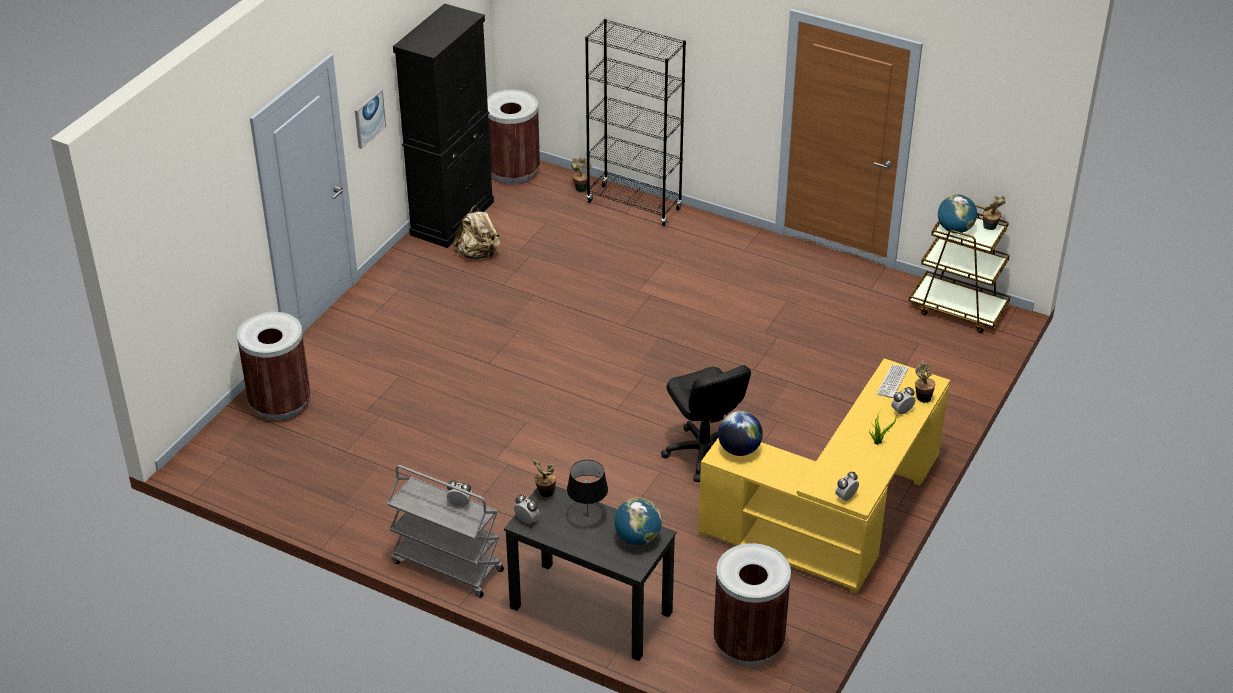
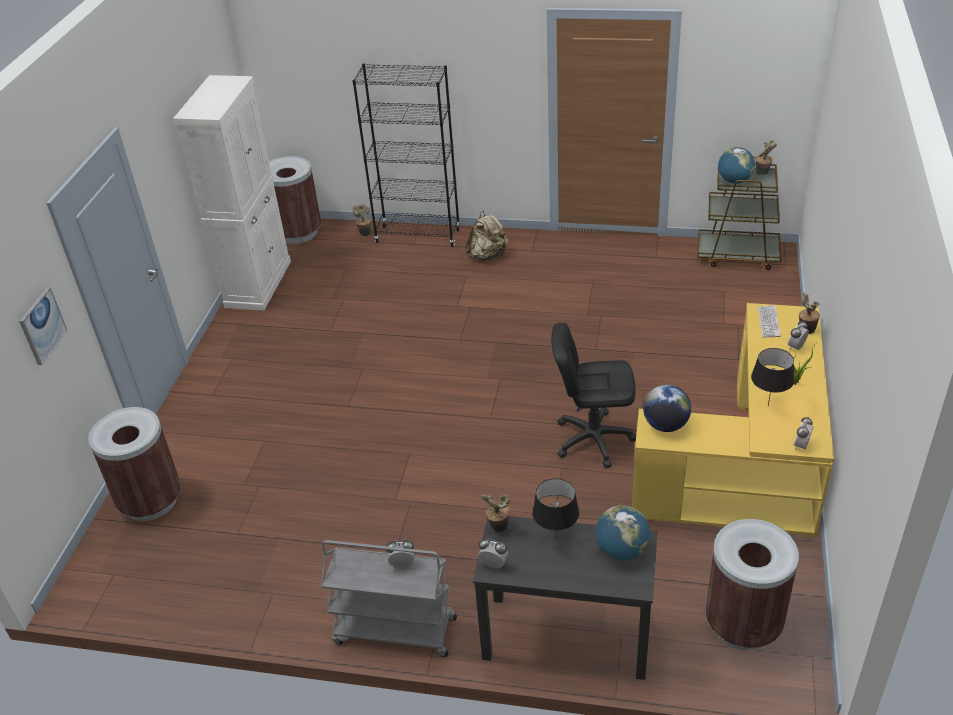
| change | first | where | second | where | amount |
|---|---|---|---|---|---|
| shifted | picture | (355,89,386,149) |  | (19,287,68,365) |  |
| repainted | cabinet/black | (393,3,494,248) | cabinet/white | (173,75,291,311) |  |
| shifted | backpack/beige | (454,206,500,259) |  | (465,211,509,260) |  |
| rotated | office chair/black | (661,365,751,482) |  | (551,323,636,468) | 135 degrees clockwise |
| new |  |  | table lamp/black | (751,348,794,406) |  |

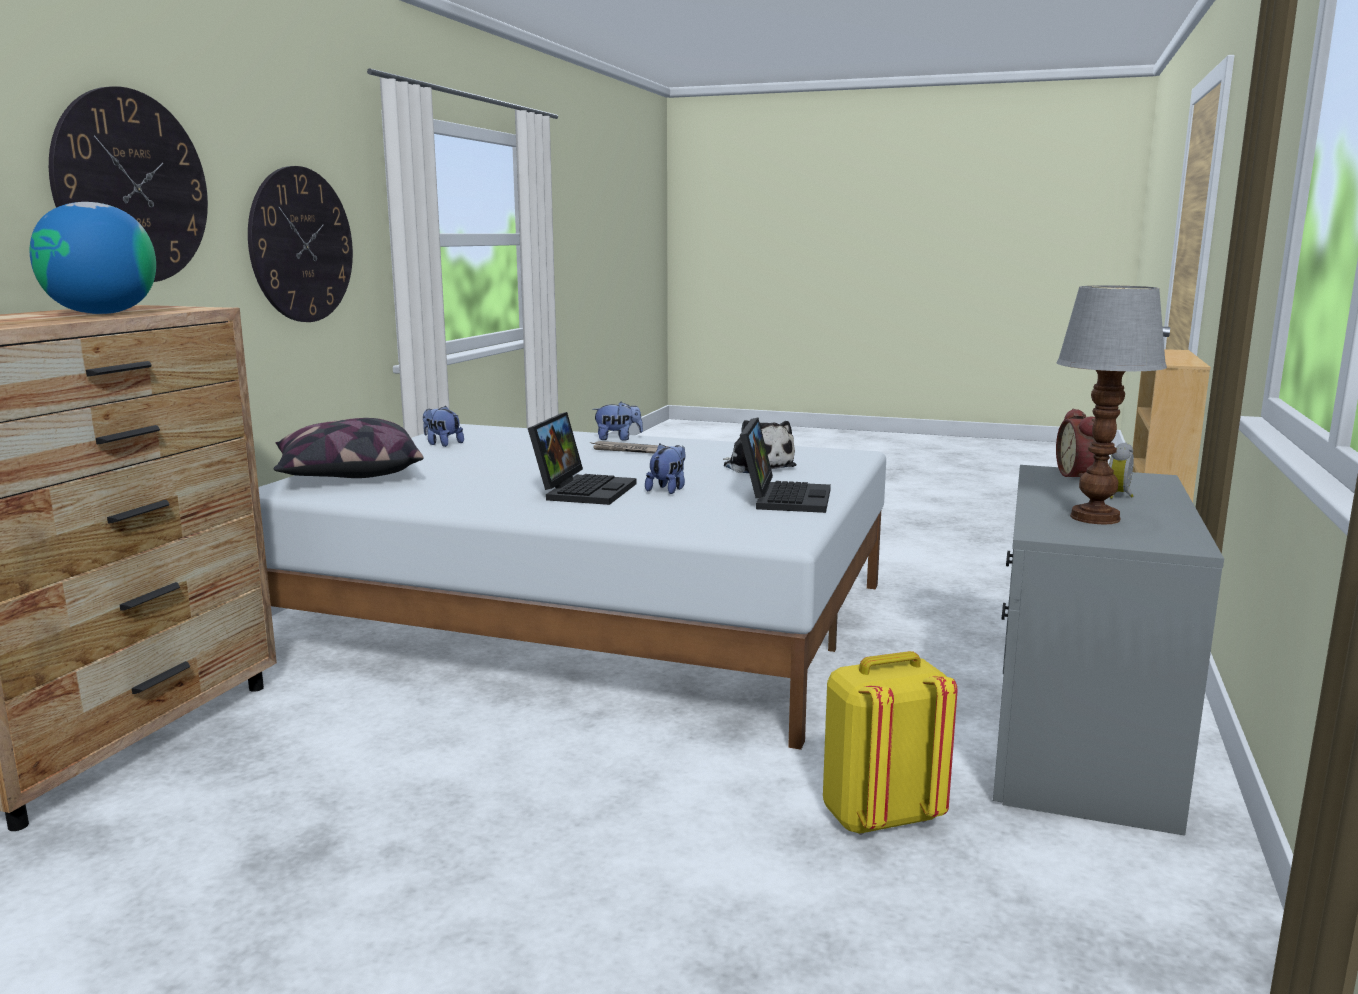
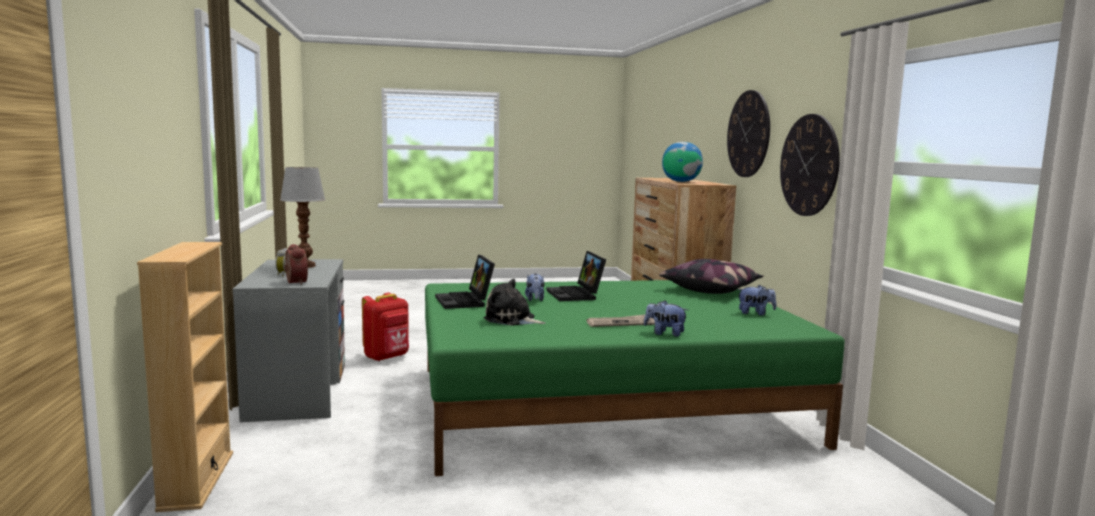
| change | first | where | second | where | amount |
|---|---|---|---|---|---|
| repainted | bed/white | (258,424,886,750) | bed/green | (425,280,845,476) |  |
| rotated | plush toy | (592,402,643,441) |  | (644,300,688,337) | 60 degrees clockwise |
| repainted | backpack/yellow | (823,651,957,835) | backpack/red | (362,292,409,361) |  |

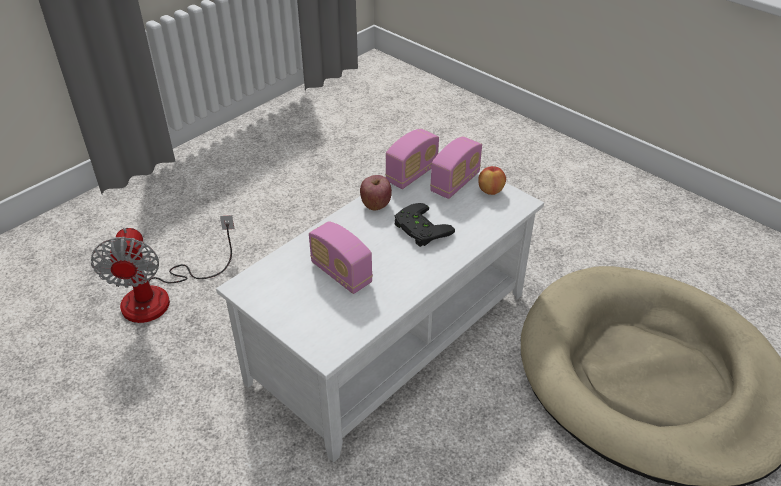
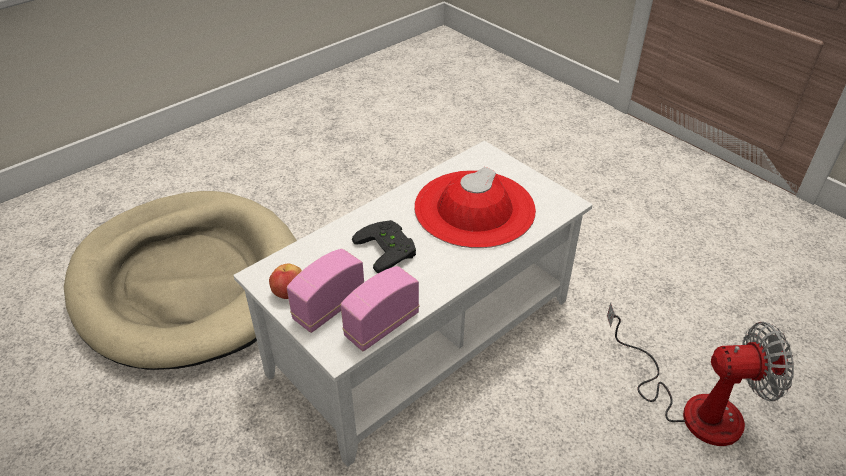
| change | first | where | second | where | amount |
|---|---|---|---|---|---|
| rotated | fan | (91,215,235,323) |  | (607,302,794,446) | 90 degrees clockwise |
| swapped | radio | (309,221,373,294) | hat/red | (414,167,536,248) |  |
| gone | apple | (360,175,392,211) |  |  |  |

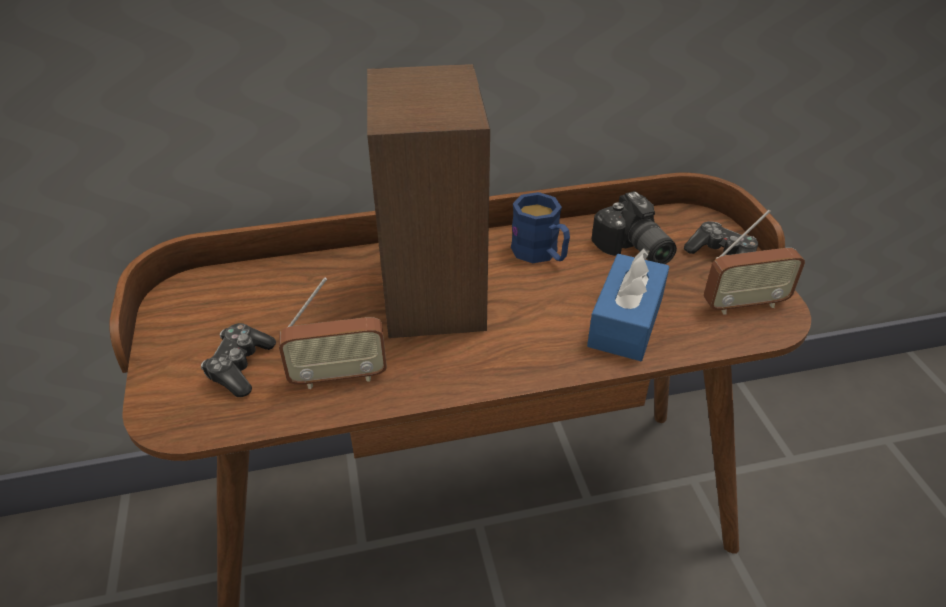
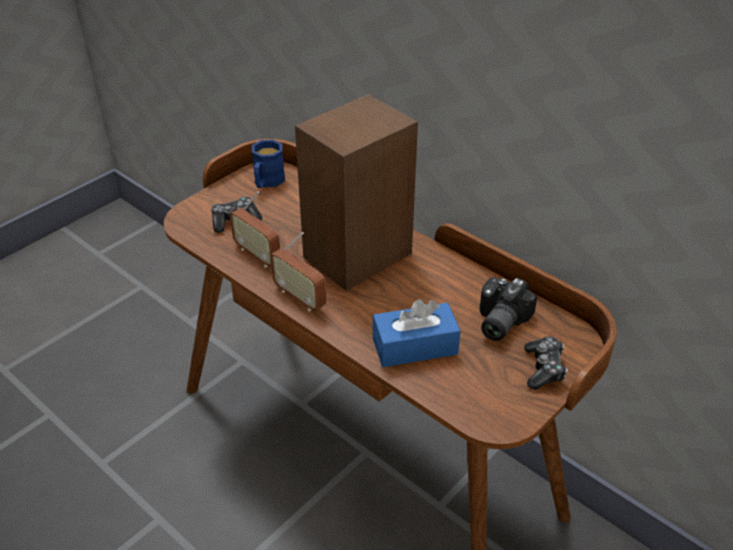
| change | first | where | second | where | amount |
|---|---|---|---|---|---|
| shifted | mug/blue | (511,192,570,263) |  | (252,139,285,188) |  |
| shifted | radio | (704,210,805,315) |  | (270,232,326,311) |  |

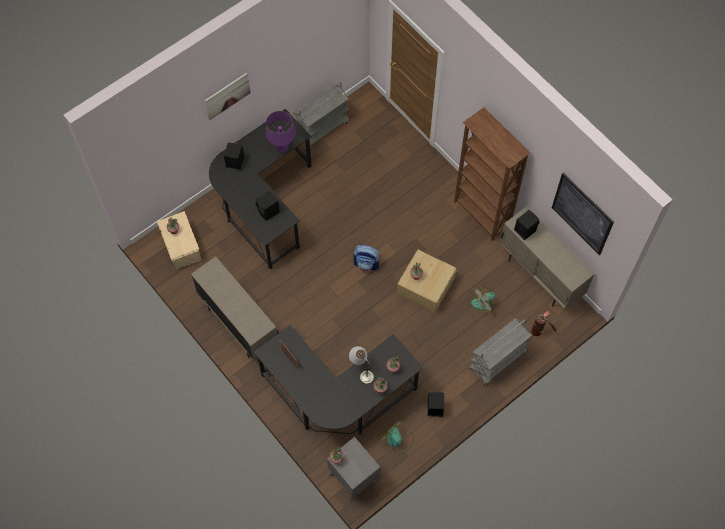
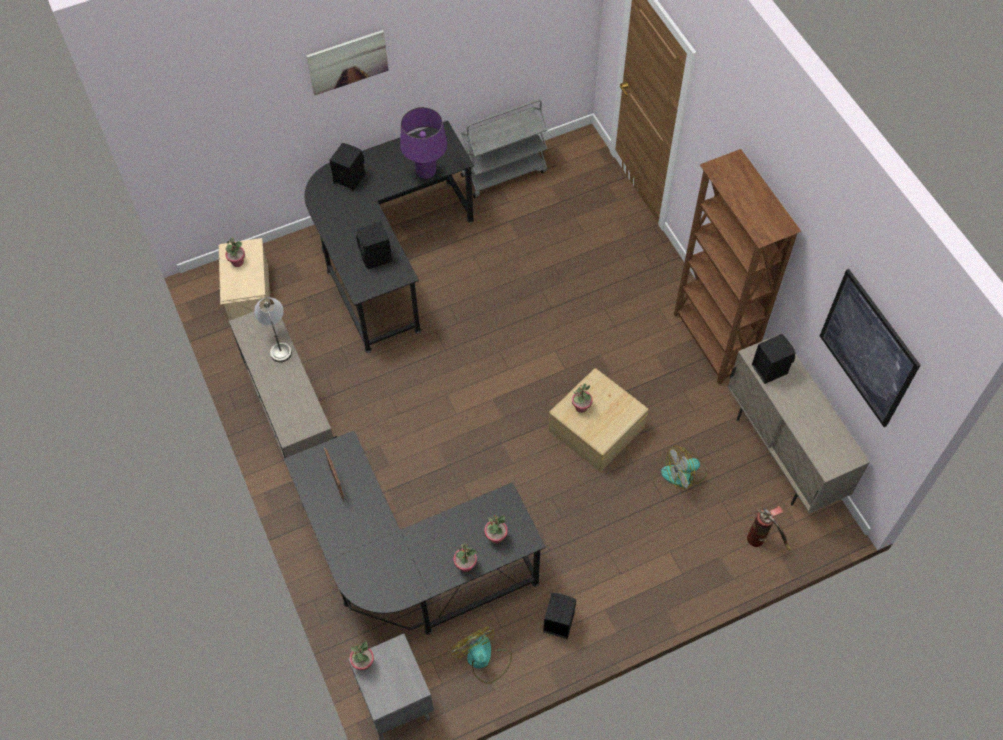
| change | first | where | second | where | amount |
|---|---|---|---|---|---|
| shifted | table lamp/grey | (349,346,374,384) |  | (254,297,292,362) |  |
| gone | backpack | (353,244,380,271) |  |  |  |
| gone | cart/grey | (469,318,532,386) |  |  |  |

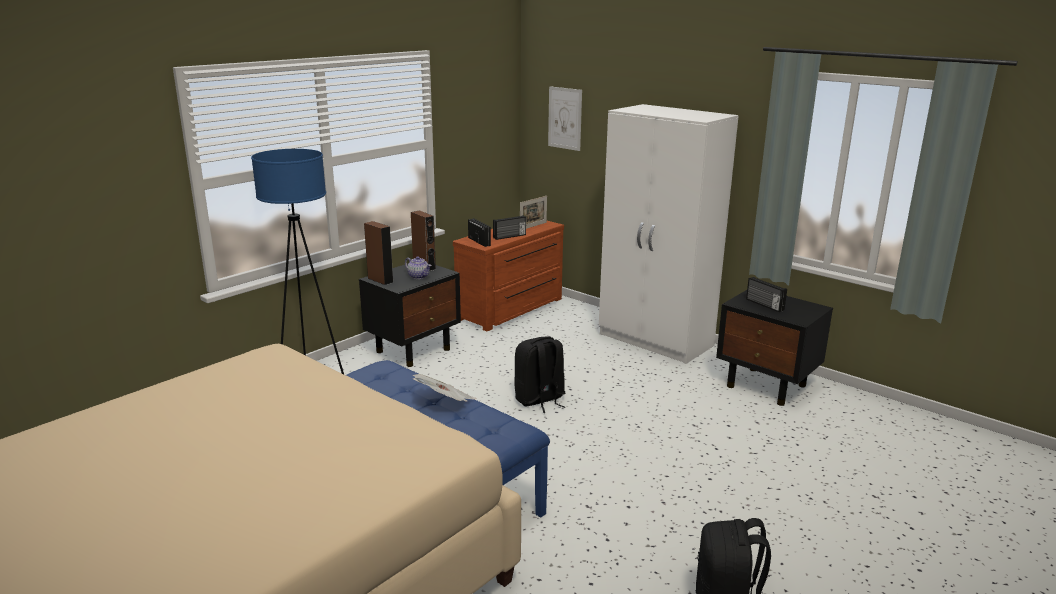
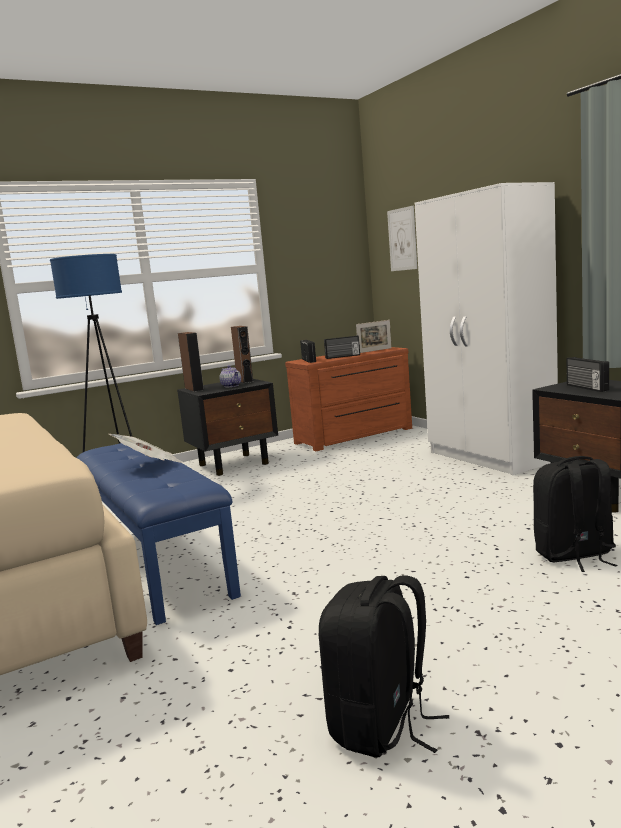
| change | first | where | second | where | amount |
|---|---|---|---|---|---|
| shifted | backpack/black | (515,336,566,413) |  | (533,456,618,572) |  |

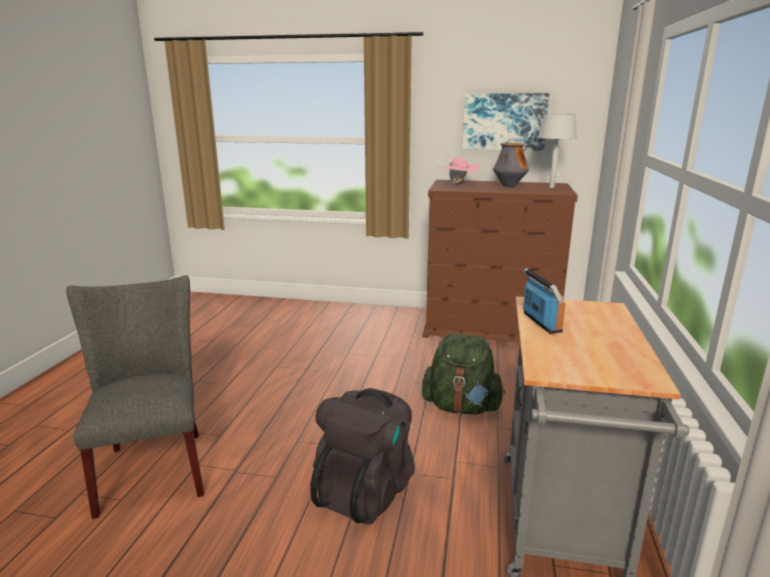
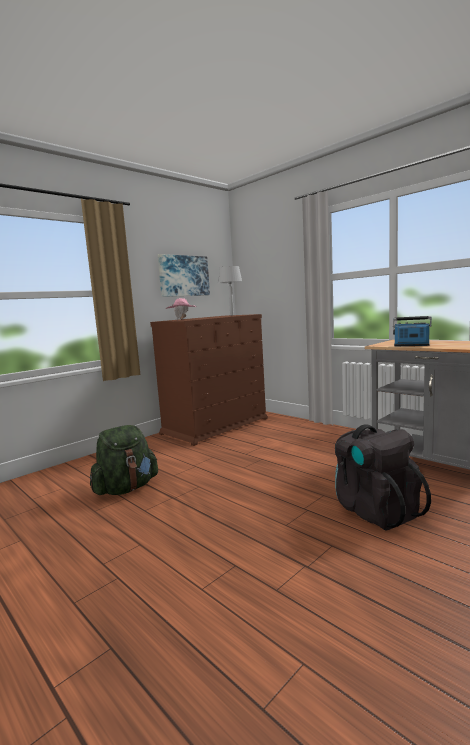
| change | first | where | second | where | amount |
|---|---|---|---|---|---|
| gone | chair/grey | (66,275,204,519) |  |  |  |
| shifted | backpack/green | (422,334,505,415) |  | (90,425,158,495) |  |
| gone | vase | (493,143,529,187) |  |  |  |

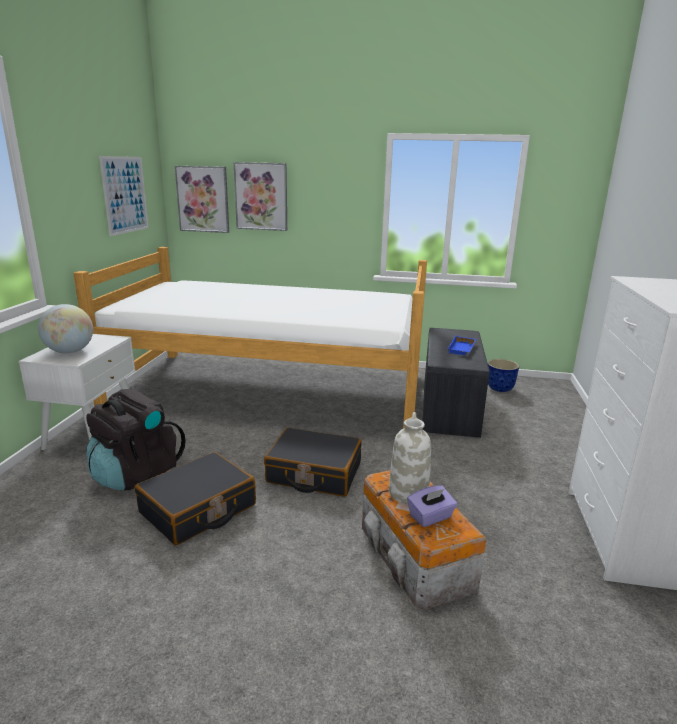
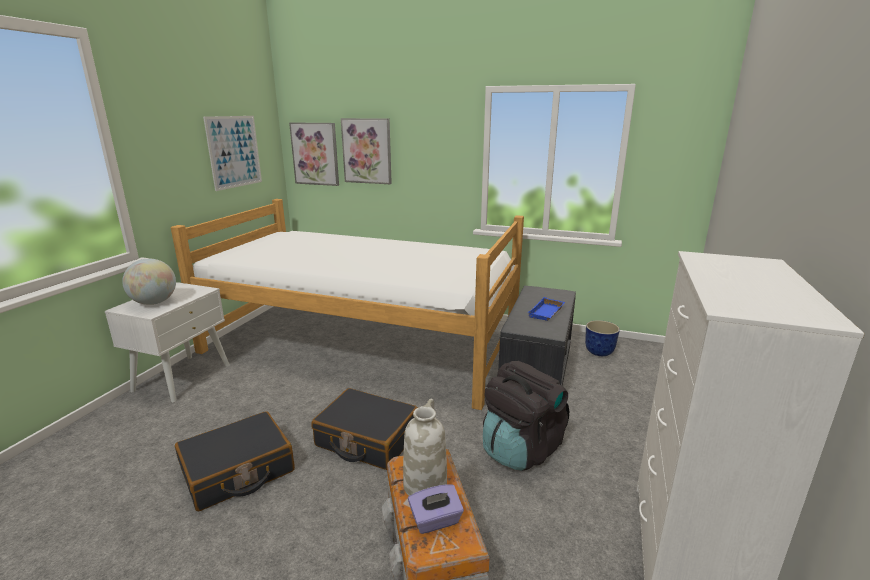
| change | first | where | second | where | amount |
|---|---|---|---|---|---|
| shifted | backpack/black | (86,389,186,491) |  | (483,361,569,471) |  |

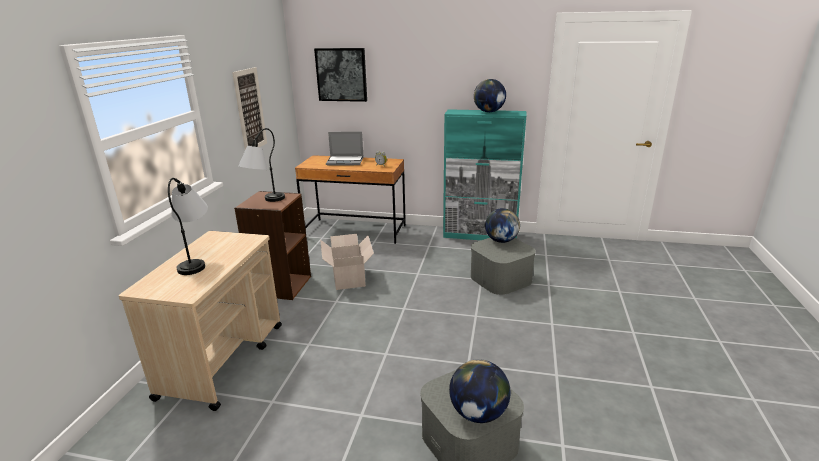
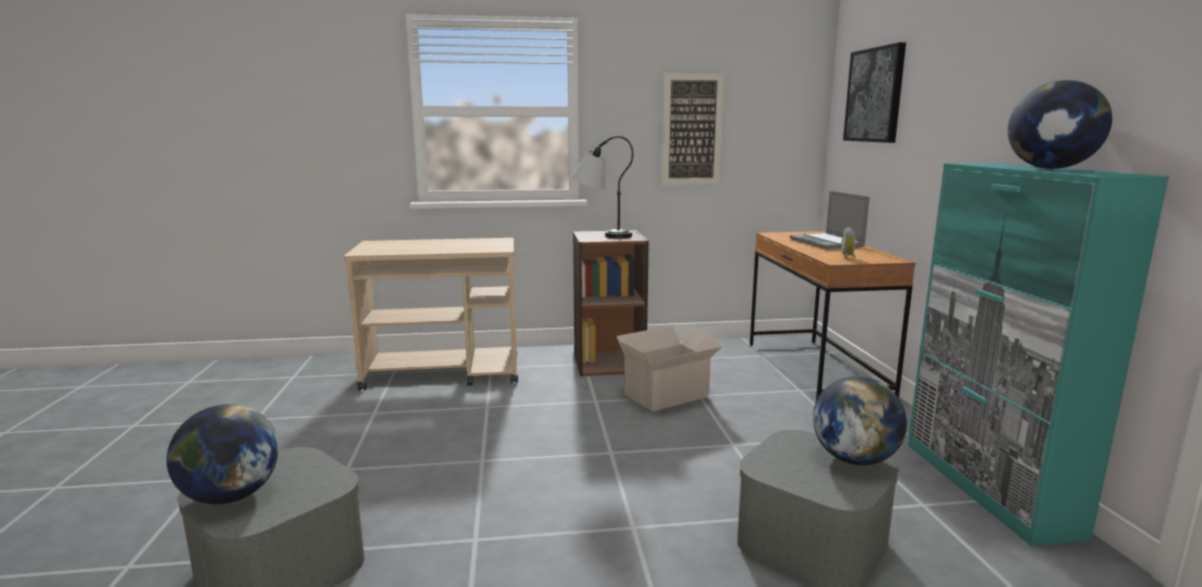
| change | first | where | second | where | amount |
|---|---|---|---|---|---|
| gone | table lamp | (168,178,208,275) |  |  |  |

